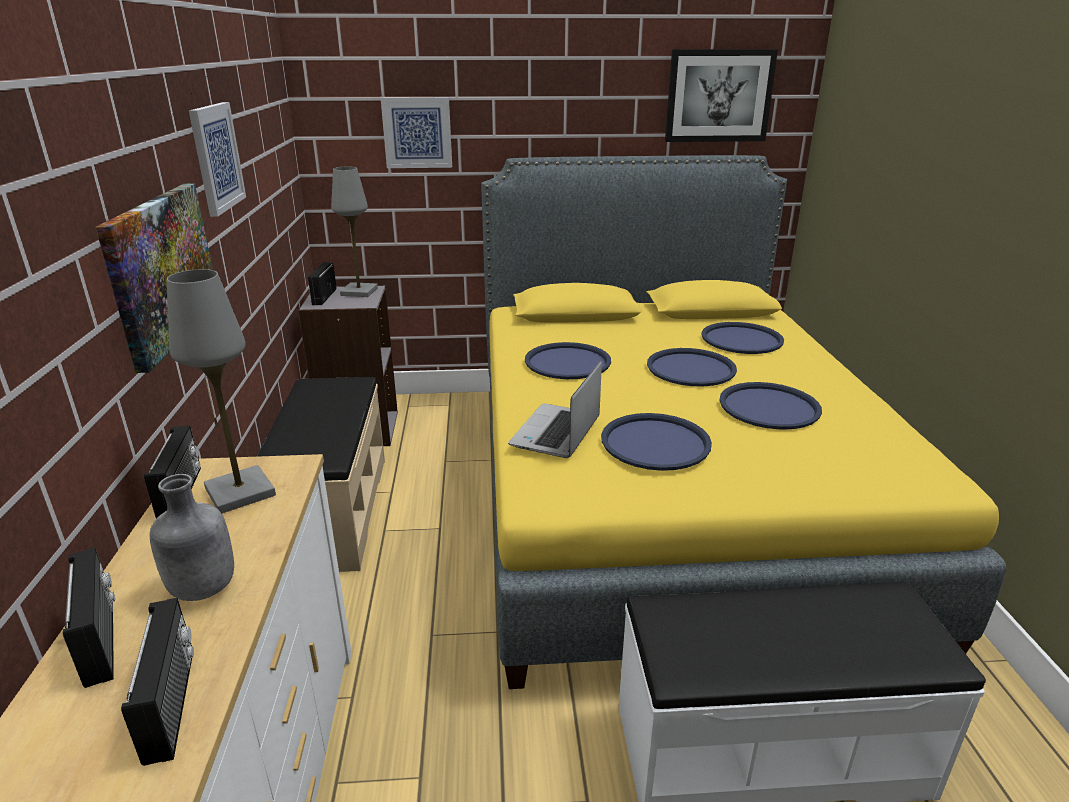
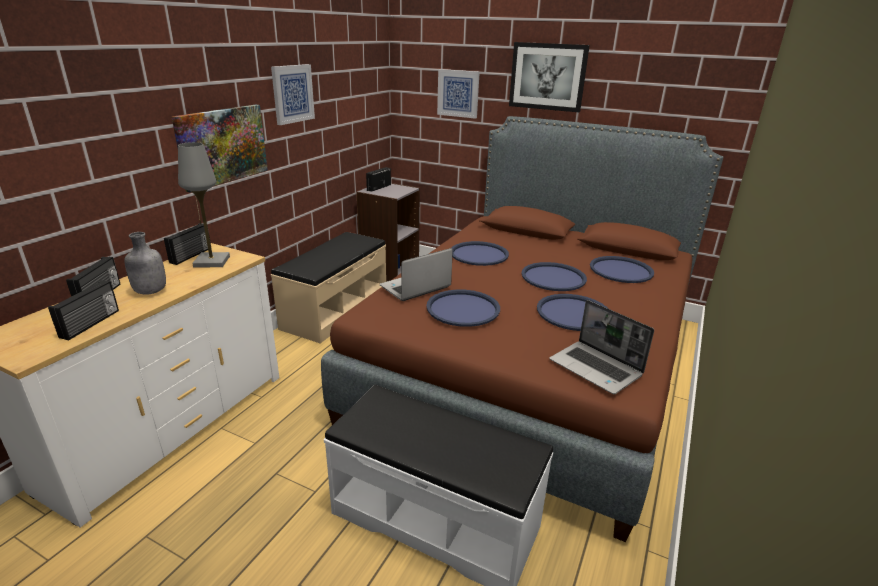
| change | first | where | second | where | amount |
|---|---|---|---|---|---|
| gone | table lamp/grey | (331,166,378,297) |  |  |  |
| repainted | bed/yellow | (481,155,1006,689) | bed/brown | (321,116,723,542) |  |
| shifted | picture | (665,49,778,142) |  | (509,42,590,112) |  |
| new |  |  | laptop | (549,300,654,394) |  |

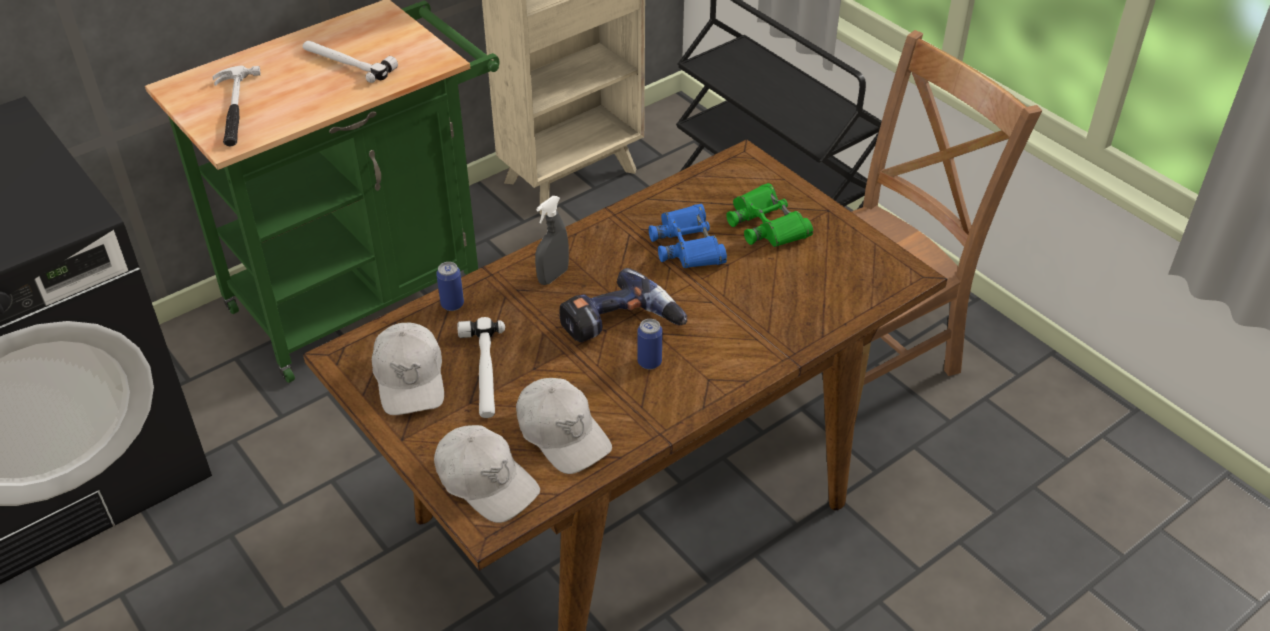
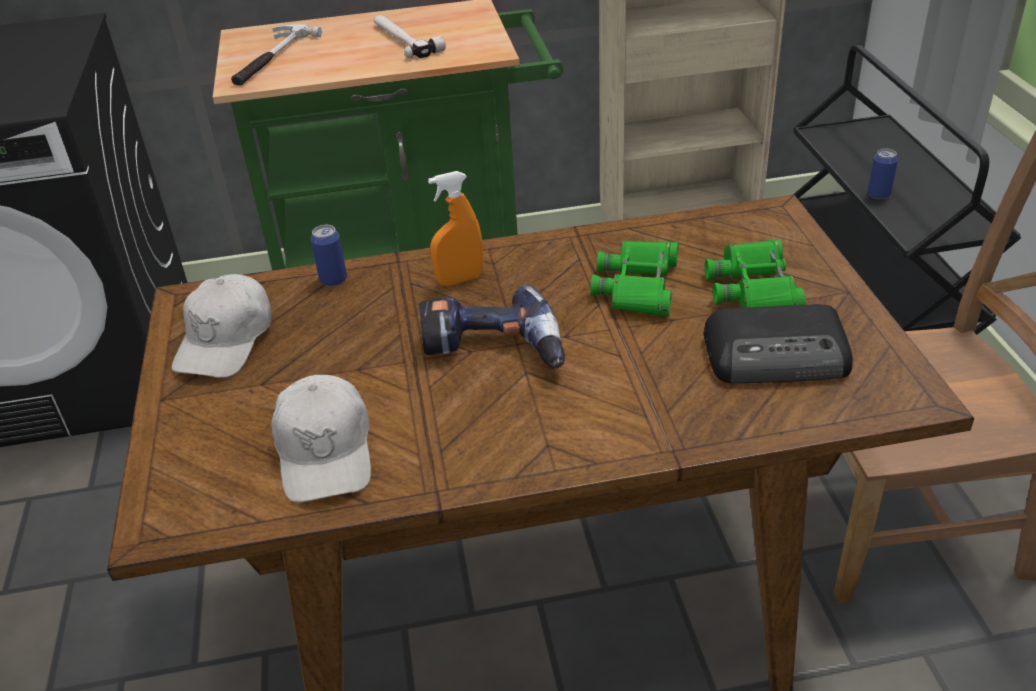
| change | first | where | second | where | amount |
|---|---|---|---|---|---|
| gone | cap/white | (434,425,540,523) |  |  |  |
| gone | hammer | (457,317,505,418) |  |  |  |
| repainted | spray bottle/grey | (535,196,569,285) | spray bottle/orange | (428,171,483,286) |  |
| shifted | can | (637,319,663,369) |  | (868,149,898,199) |  |
| repainted | binoculars/blue | (649,204,727,268) | binoculars/green | (591,240,678,317) |  |
| new |  |  | radio | (703,304,853,383) |  |

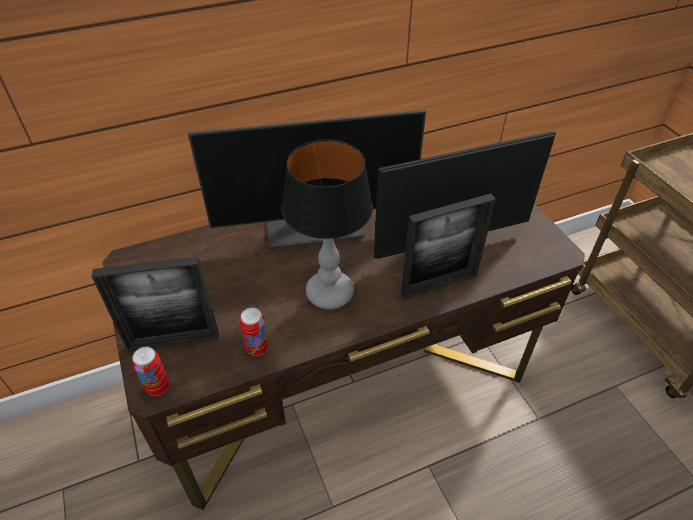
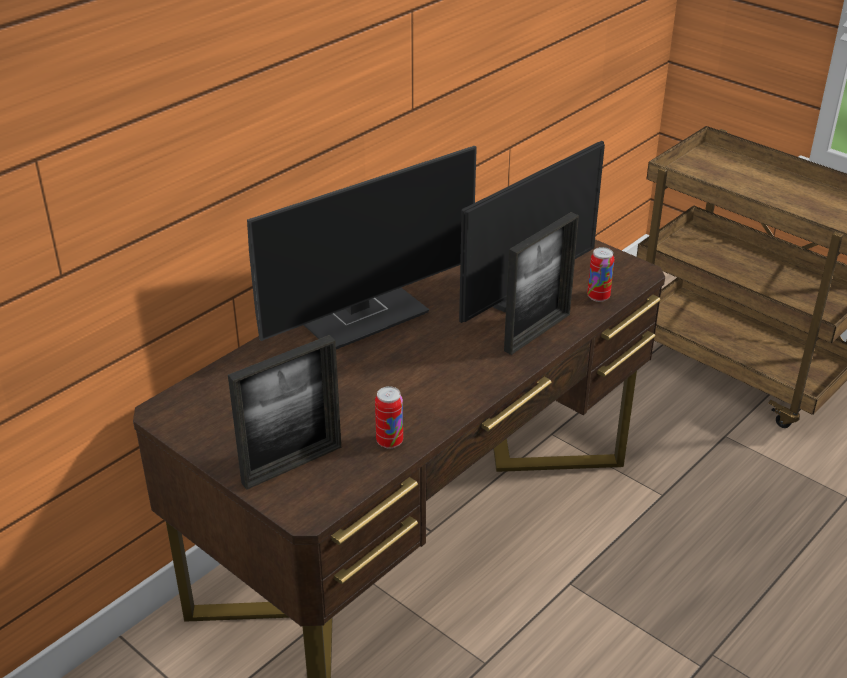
| change | first | where | second | where | amount |
|---|---|---|---|---|---|
| shifted | can | (132,347,169,396) |  | (587,247,614,302) |  |
| gone | table lamp | (282,139,373,310) |  |  |  |

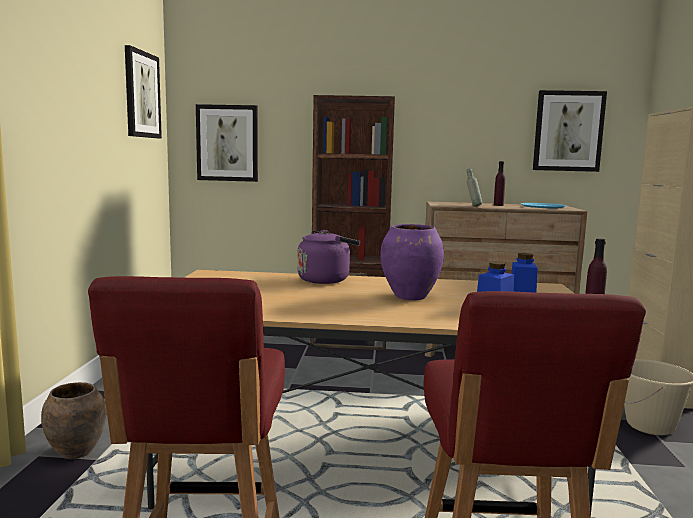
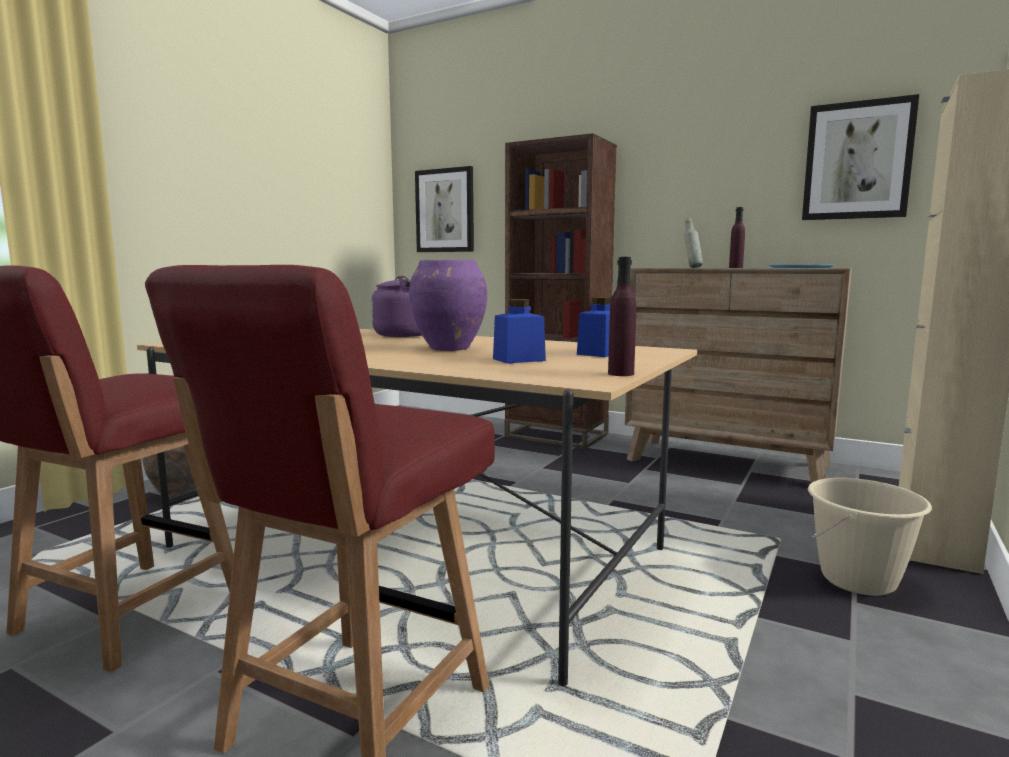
| change | first | where | second | where | amount |
|---|---|---|---|---|---|
| gone | picture | (125,45,162,138) |  |  |  |

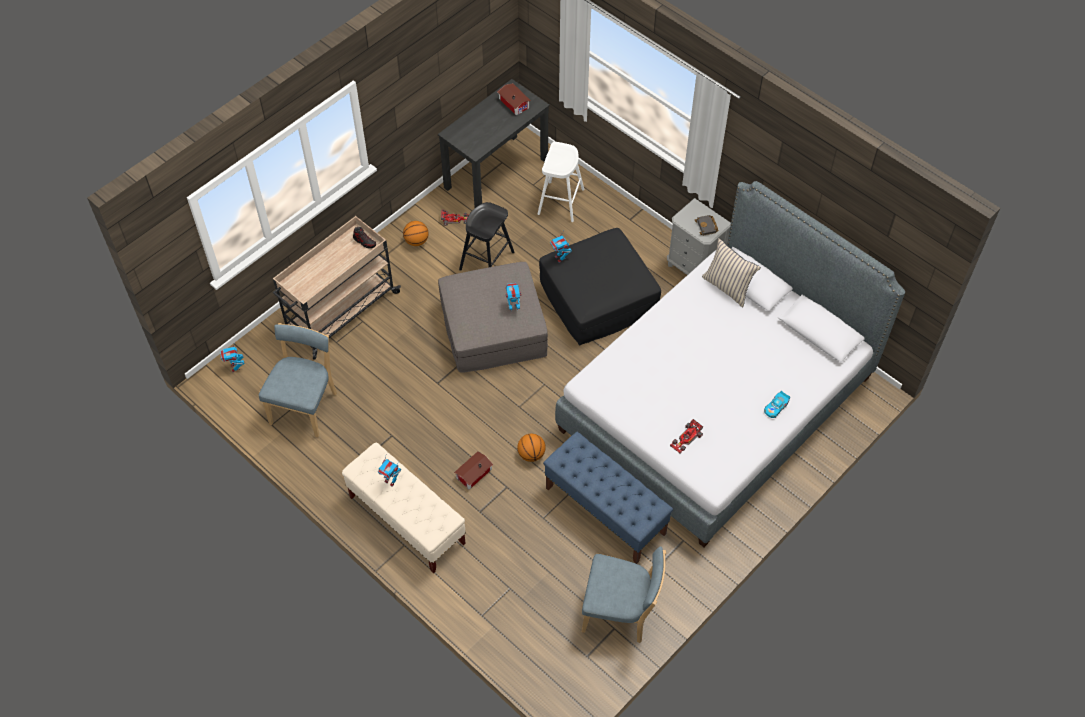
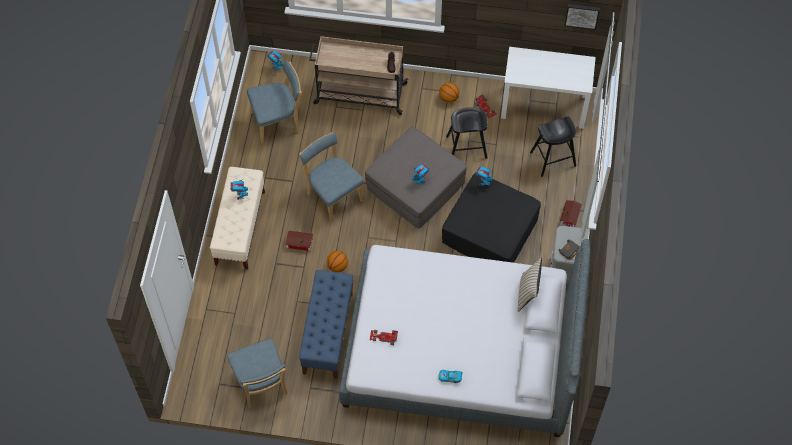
| change | first | where | second | where | amount |
|---|---|---|---|---|---|
| repainted | desk/black | (438,79,550,208) | desk/white | (501,47,596,129) |  |
| shifted | toy house | (498,83,531,115) |  | (560,200,582,227) |  |
| repainted | stool/white | (538,142,584,222) | stool/black | (530,116,576,177) |  |
| new |  |  | chair/blue | (299,132,364,223) |  |
| new |  |  | picture | (564,4,600,30) |  |

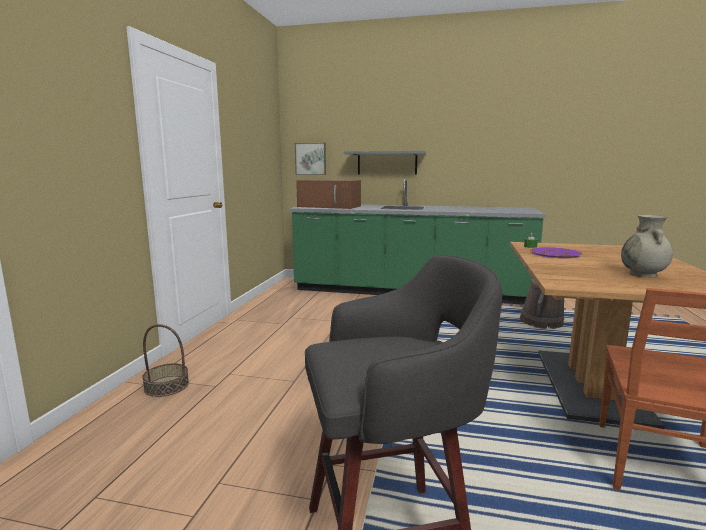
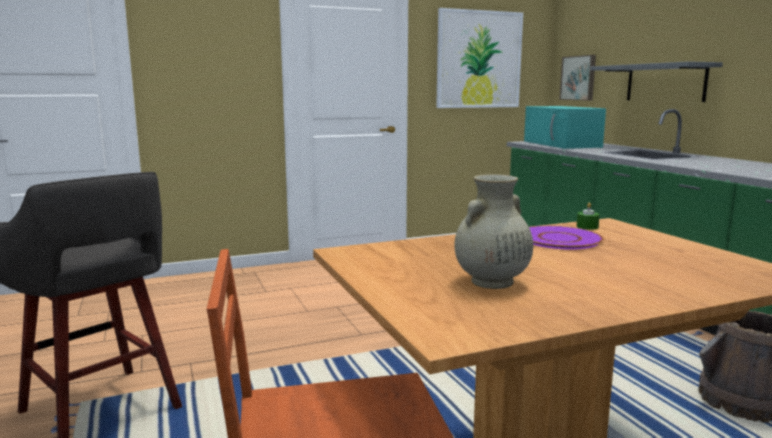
| change | first | where | second | where | amount |
|---|---|---|---|---|---|
| gone | basket | (142,324,189,397) |  |  |  |
| repainted | microwave/brown | (296,179,361,209) | microwave/turquoise | (524,106,606,149) |  |
| new |  |  | picture | (436,8,523,108) |  |

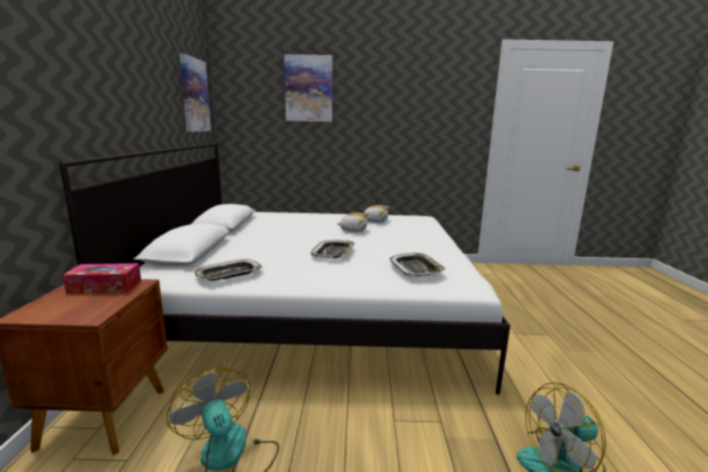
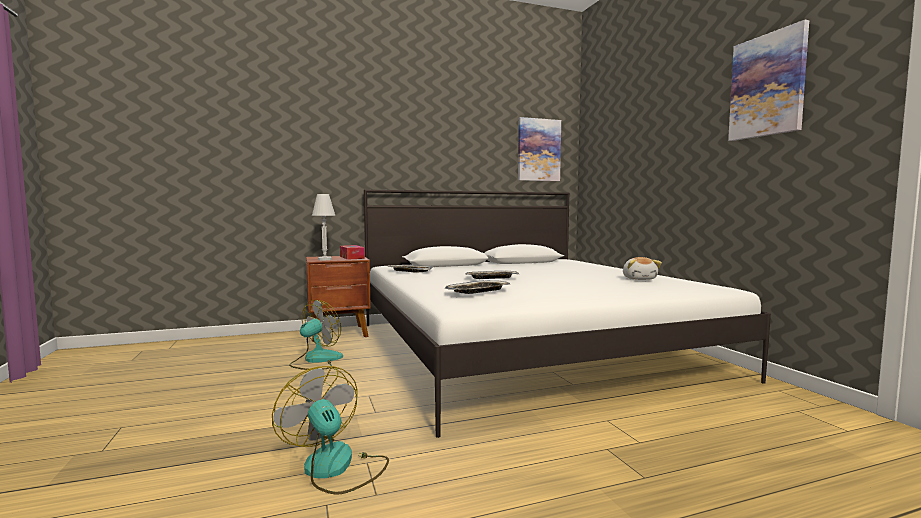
| change | first | where | second | where | amount |
|---|---|---|---|---|---|
| shifted | picture | (284,54,333,122) |  | (728,20,809,141) |  |
| gone | plush toy | (337,212,369,232) |  |  |  |
| new |  |  | table lamp/white | (312,194,336,260) |  |

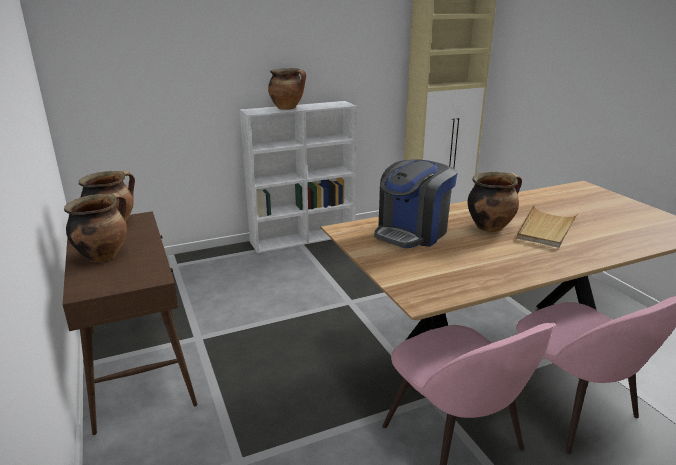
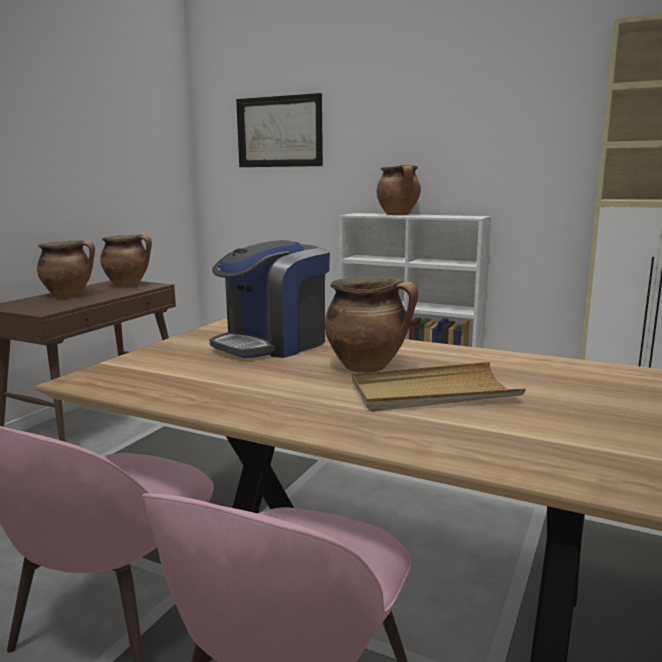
| change | first | where | second | where | amount |
|---|---|---|---|---|---|
| rotated | coffee machine | (374,159,458,248) |  | (209,240,330,358) | 45 degrees counterclockwise |
| new |  |  | picture | (236,93,323,167) |  |

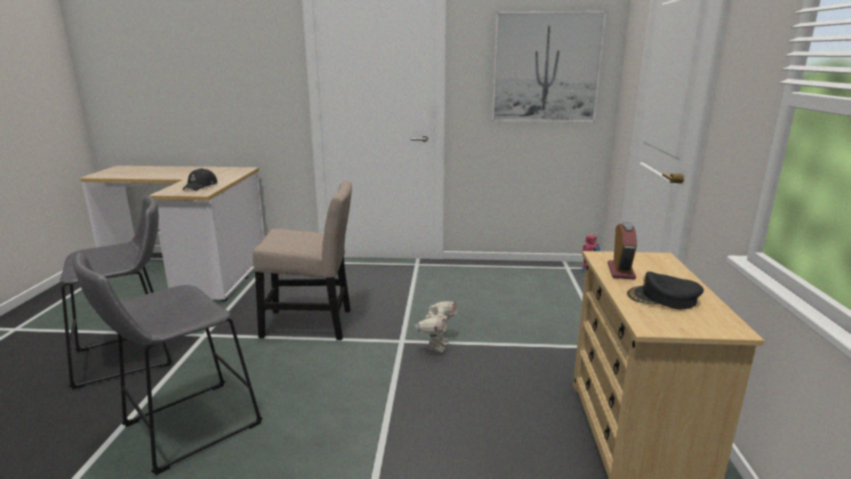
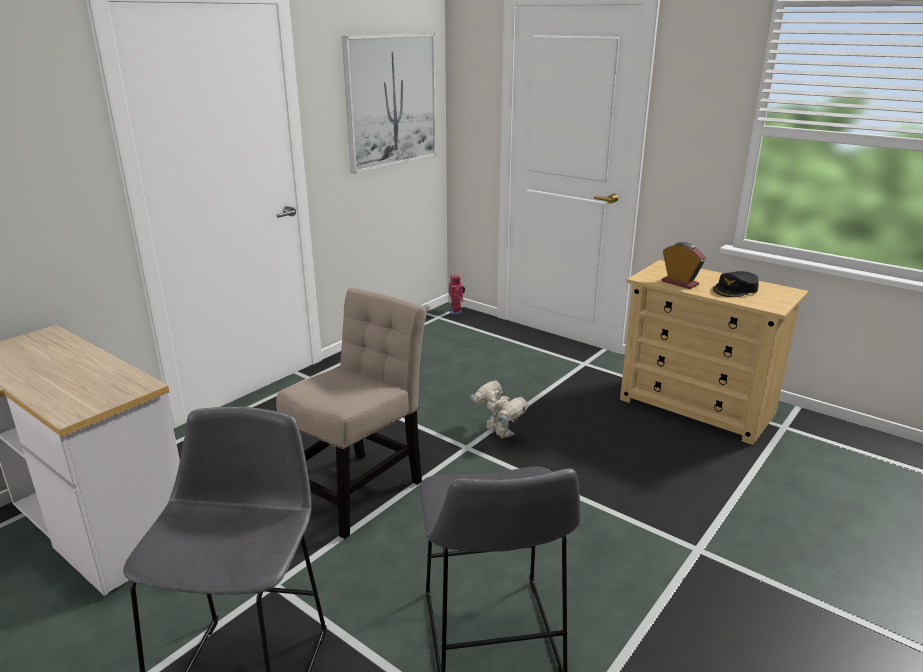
| change | first | where | second | where | amount |
|---|---|---|---|---|---|
| gone | cap/black | (183,168,218,191) |  |  |  |

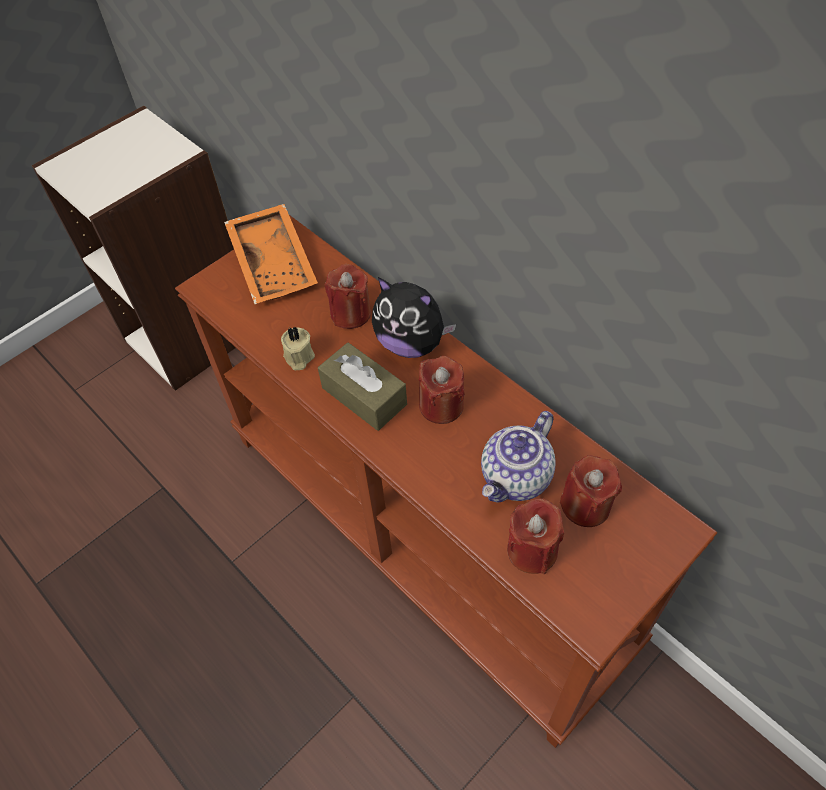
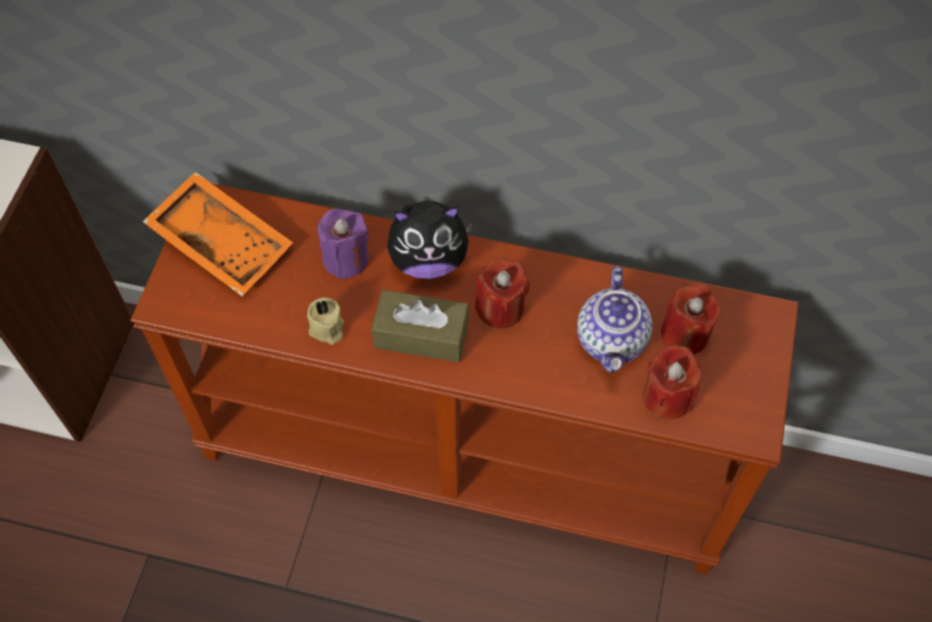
| change | first | where | second | where | amount |
|---|---|---|---|---|---|
| repainted | candle/red | (325,264,371,329) | candle/purple | (317,209,369,279) |  |

